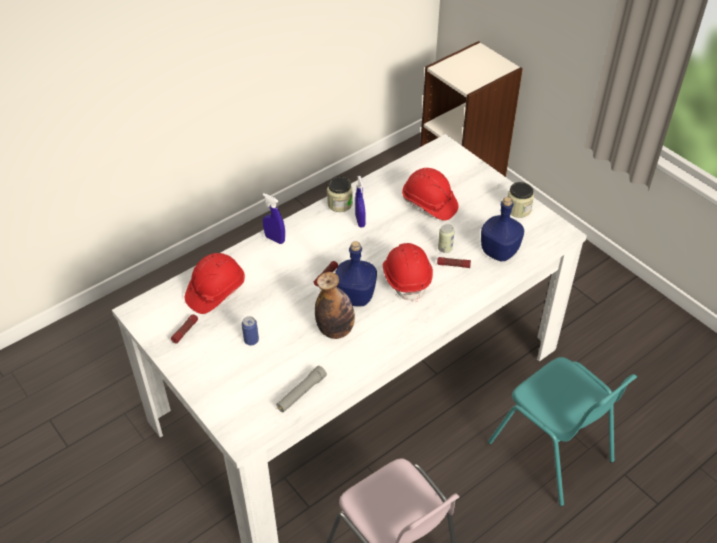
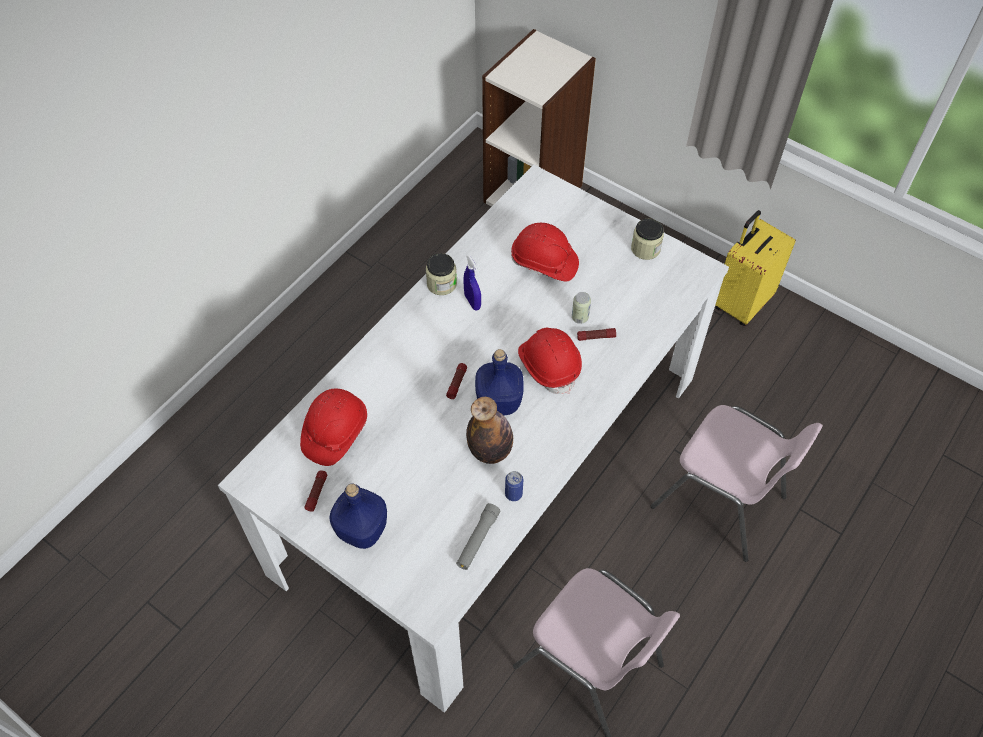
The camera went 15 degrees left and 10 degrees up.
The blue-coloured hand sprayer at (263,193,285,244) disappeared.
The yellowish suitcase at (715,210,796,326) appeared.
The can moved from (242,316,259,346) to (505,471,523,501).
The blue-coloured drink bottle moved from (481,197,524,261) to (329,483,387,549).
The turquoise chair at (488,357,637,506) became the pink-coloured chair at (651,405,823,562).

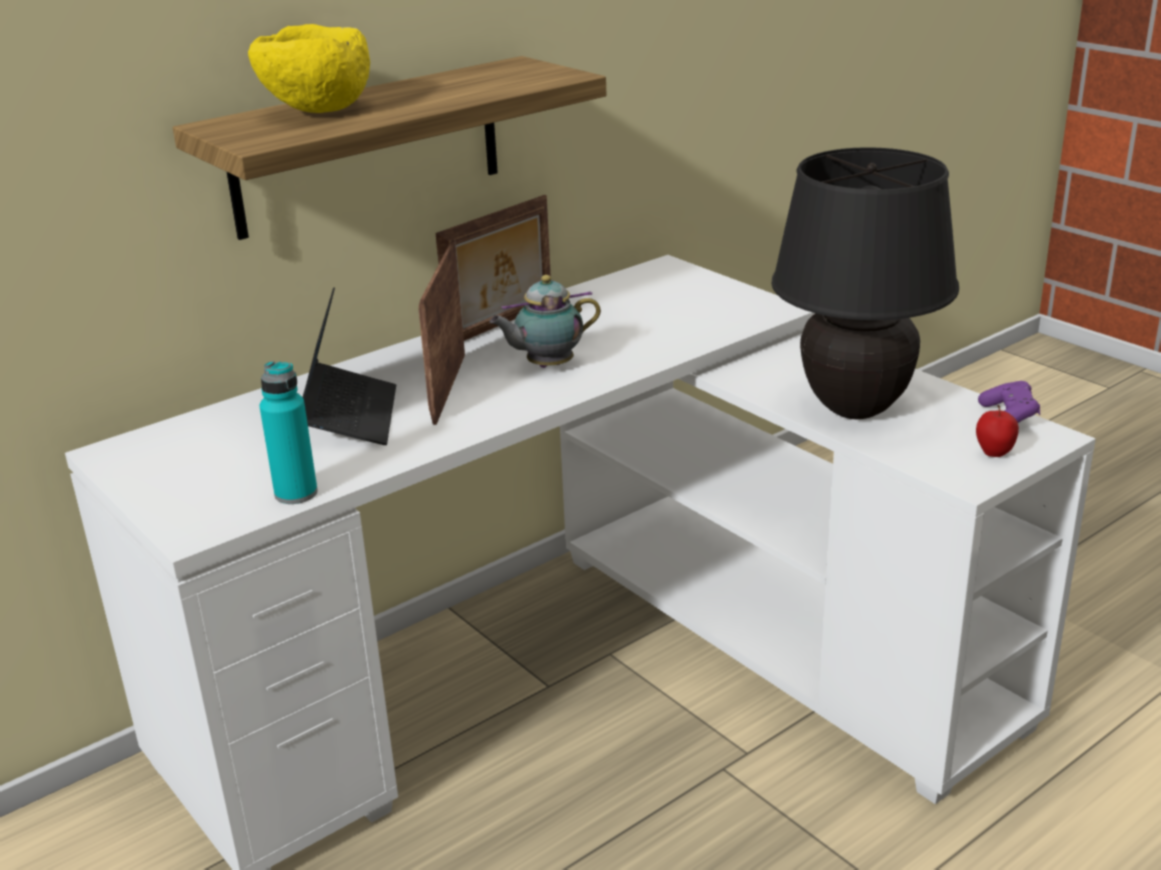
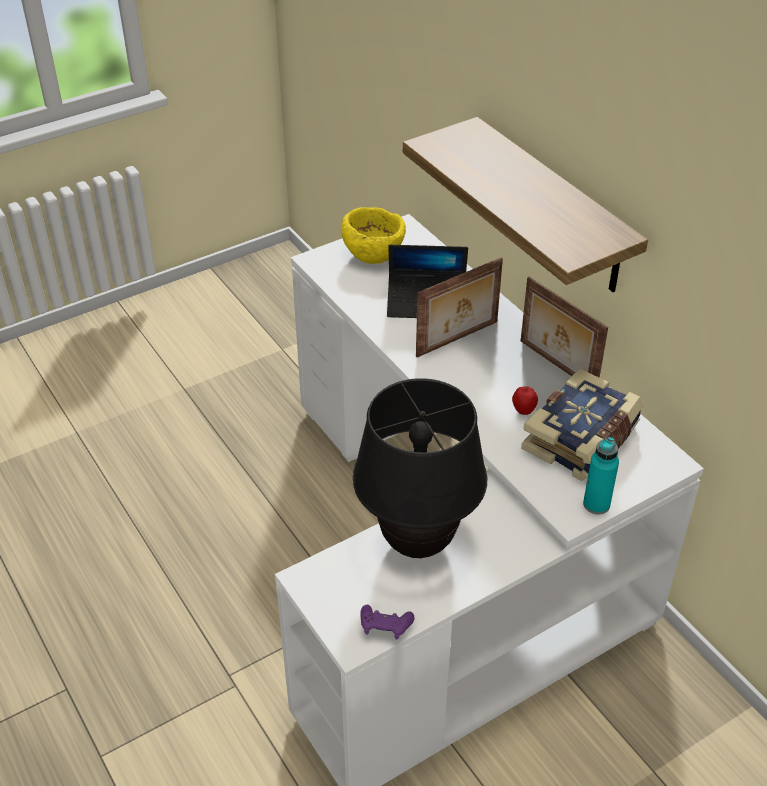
The camera went 95 degrees right and 15 degrees up.
The tea pot at (489,275,601,368) disappeared.
The book at (521,368,643,481) appeared.
The yellowish deep dish moved from (248,24,370,113) to (342,207,406,264).
The turquoise drink bottle moved from (260,361,318,504) to (583,437,619,515).
The apple moved from (976,405,1019,457) to (512,386,538,415).
The photo frame at (418,240,465,425) turned 135 degrees clockwise.

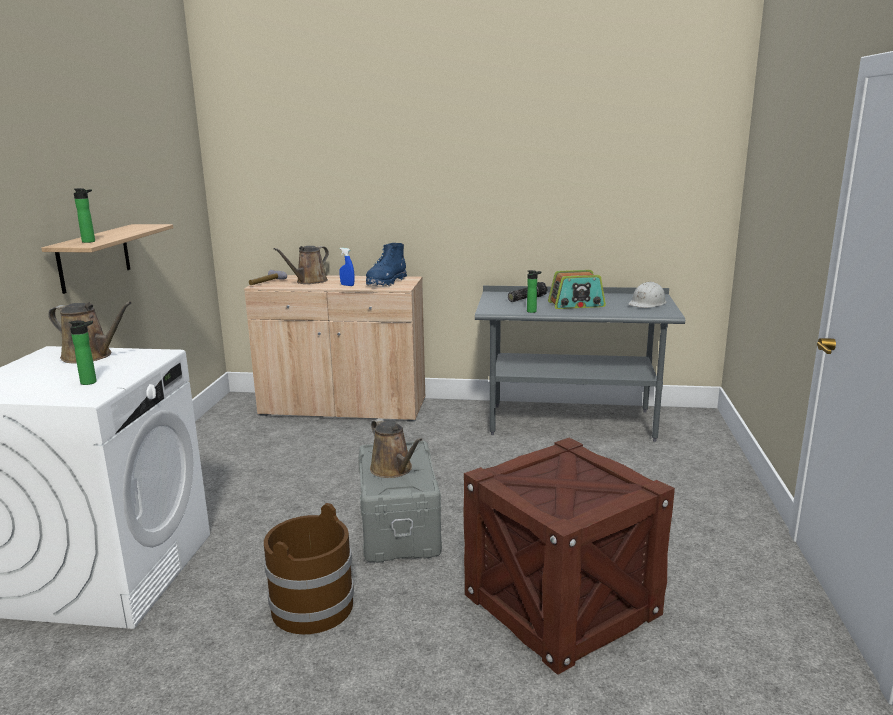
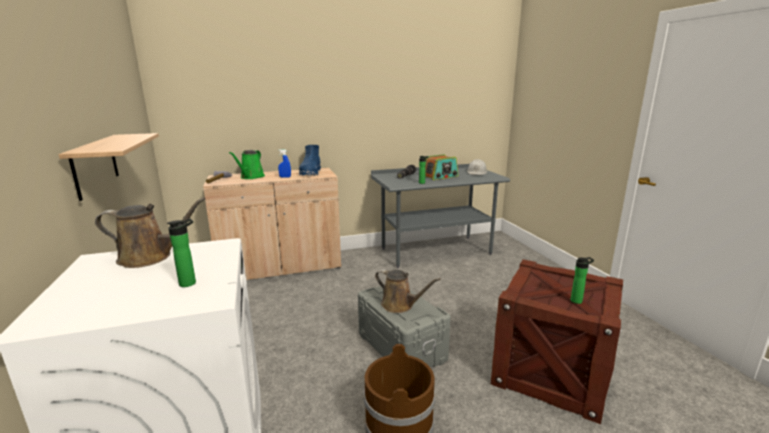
The camera went 25 degrees left and 0 degrees up.
The drink bottle moved from (74,188,95,243) to (570,257,594,304).
The brown watering can at (274,246,329,284) became the green watering can at (229,150,265,179).

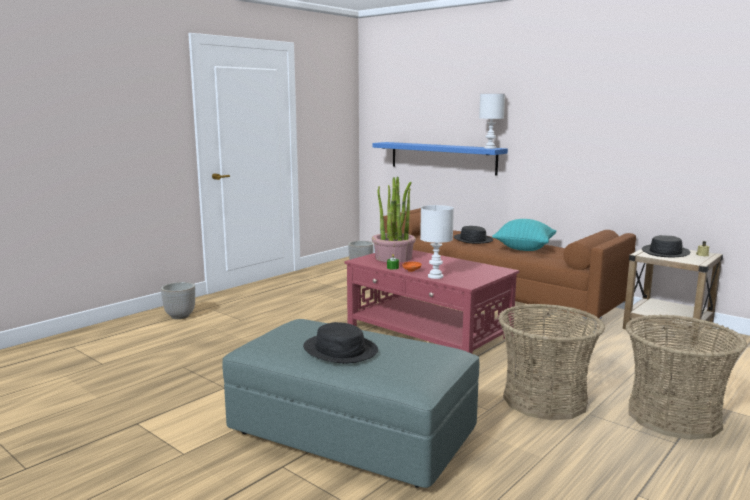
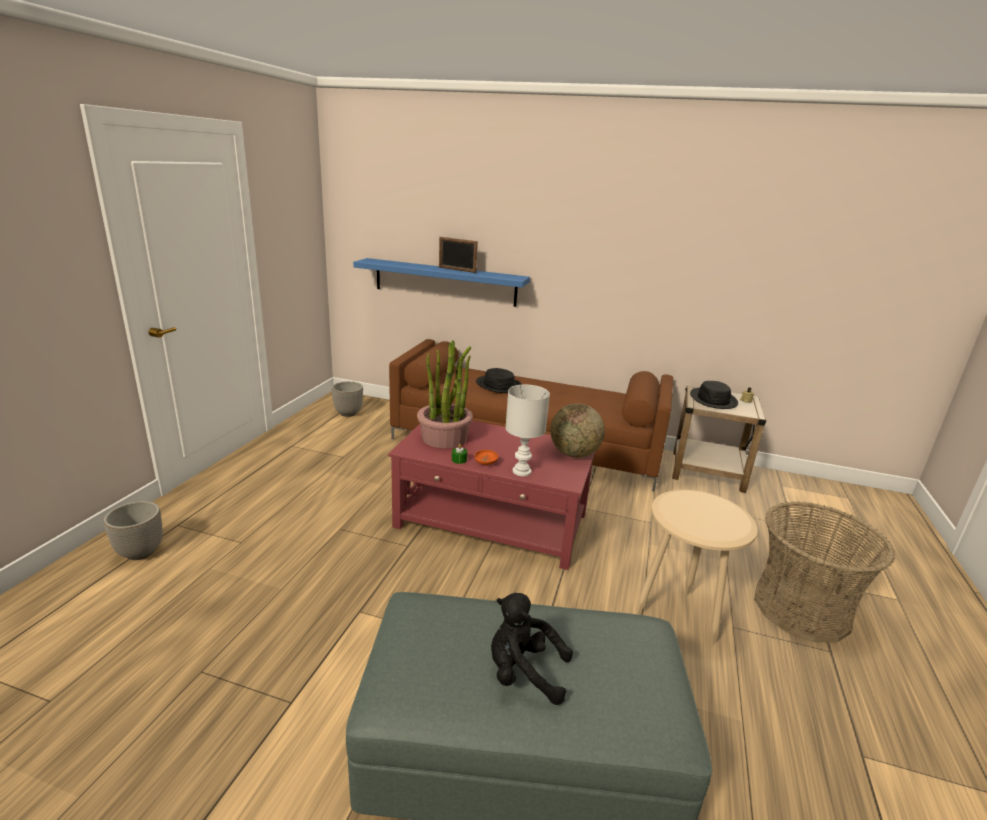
The camera went 25 degrees left and 10 degrees up.
The whitish tabletop lamp at (479,94,505,149) disappeared.
The turquoise cushion at (492,219,556,251) disappeared.
The photo frame at (439,237,478,273) appeared.
The globe at (550,403,605,458) appeared.
The black wearable hat at (303,322,378,363) was replaced by the black soft toy at (491,593,573,705).
The household basket at (498,304,605,420) was replaced by the beige-coloured accent table at (637,490,758,645).

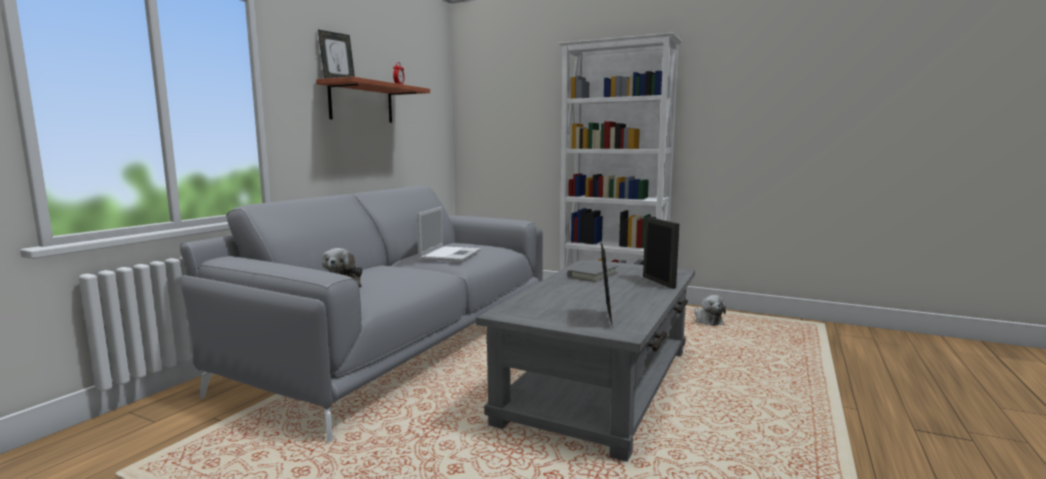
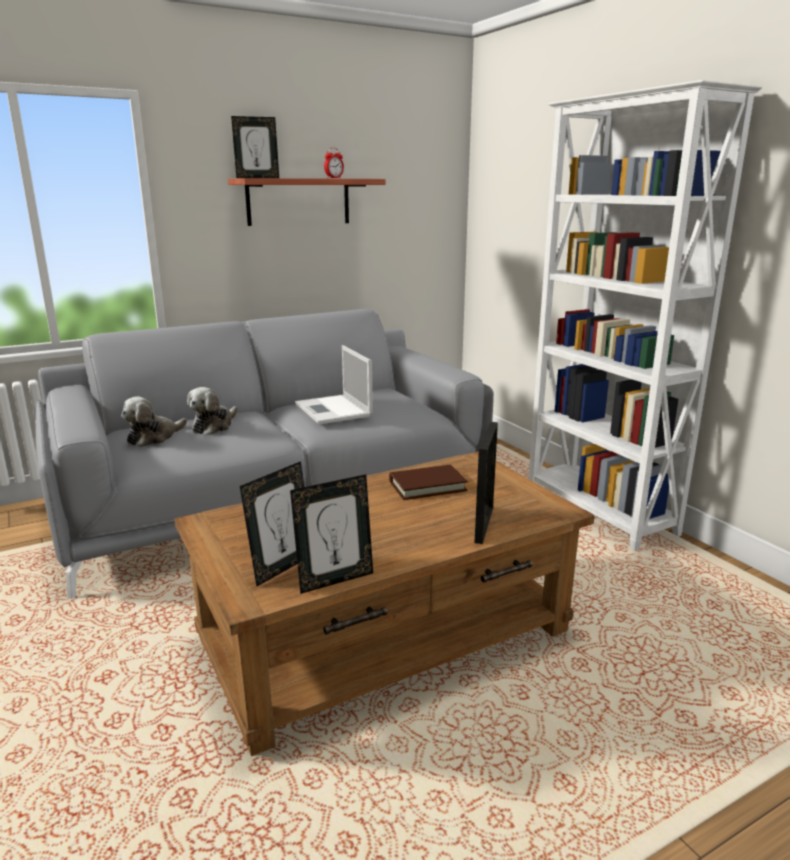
The camera went 35 degrees right and 10 degrees up.
The photo frame at (290,474,373,594) appeared.
The soft toy moved from (694,295,726,326) to (187,387,238,435).
The greyish coffee table at (476,259,695,462) became the brown coffee table at (174,451,594,756).
The greyish book at (567,262,618,282) became the brown book at (389,465,468,500).
The portable computer at (417,207,481,262) turned 105 degrees clockwise.

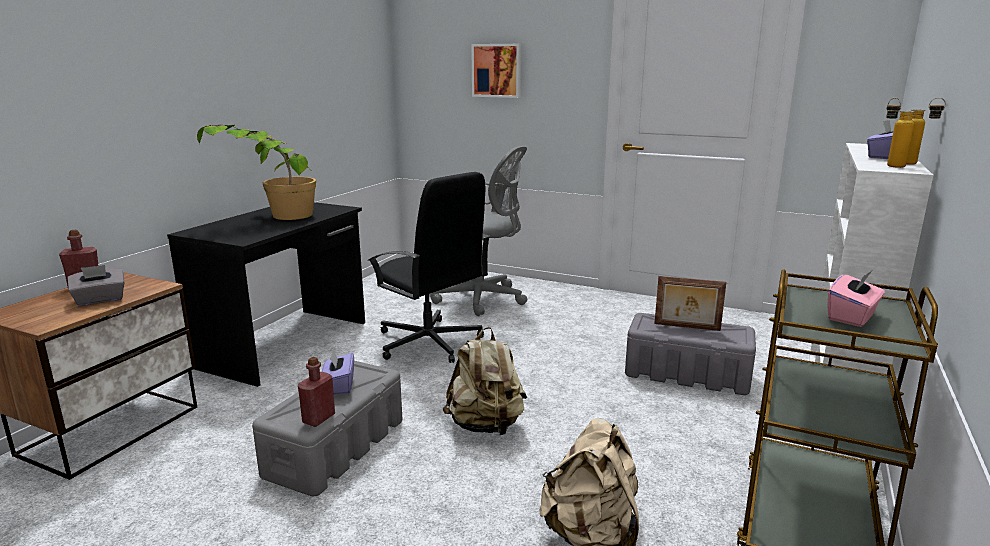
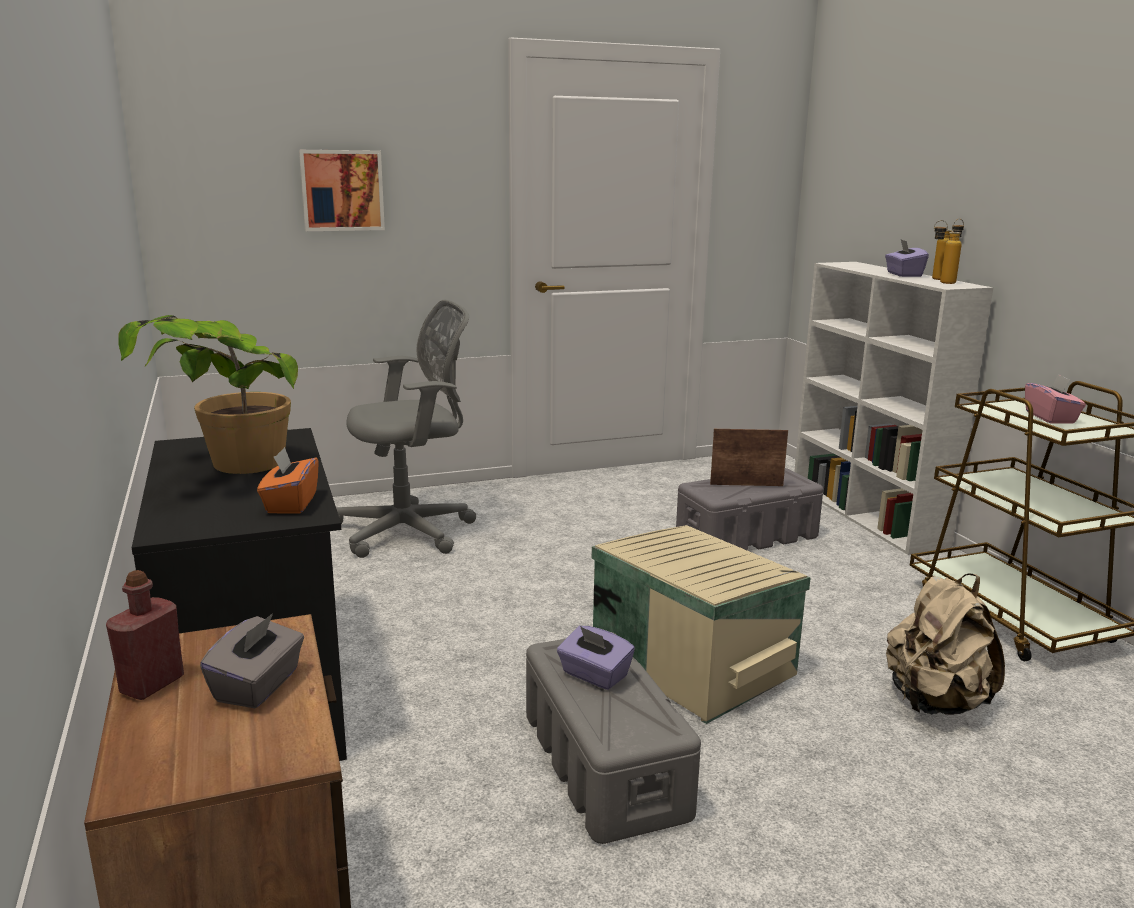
The camera went 45 degrees left and 0 degrees up.
The reddish drink bottle at (298,357,335,427) disappeared.
The black desk chair at (368,172,491,363) disappeared.
The orange tissue holder at (257,447,319,514) appeared.
The beige-coloured rucksack at (443,327,527,436) was replaced by the beige-coloured storage box at (592,525,811,724).
The photo frame at (654,276,727,331) turned 150 degrees counterclockwise.

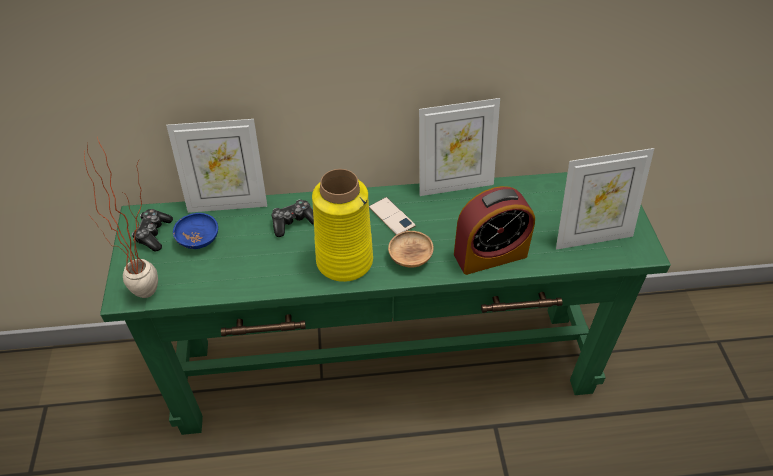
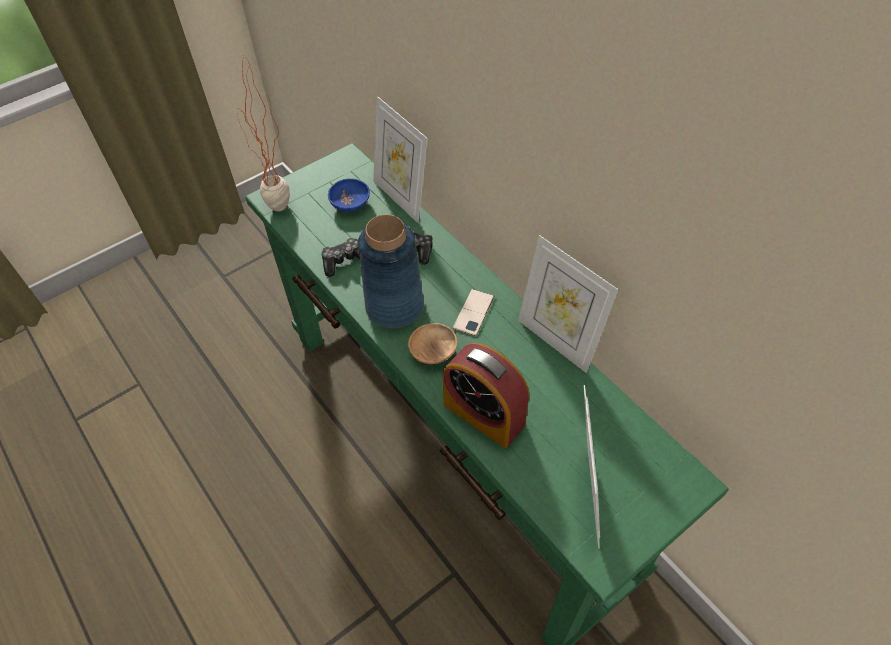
The camera went 60 degrees right and 5 degrees up.
The game controller moved from (132,209,173,251) to (321,238,360,277).
The yellowish decorative vase at (312,169,373,282) became the blue-coloured decorative vase at (358,214,424,328).
The photo frame at (556,148,654,250) turned 135 degrees counterclockwise.

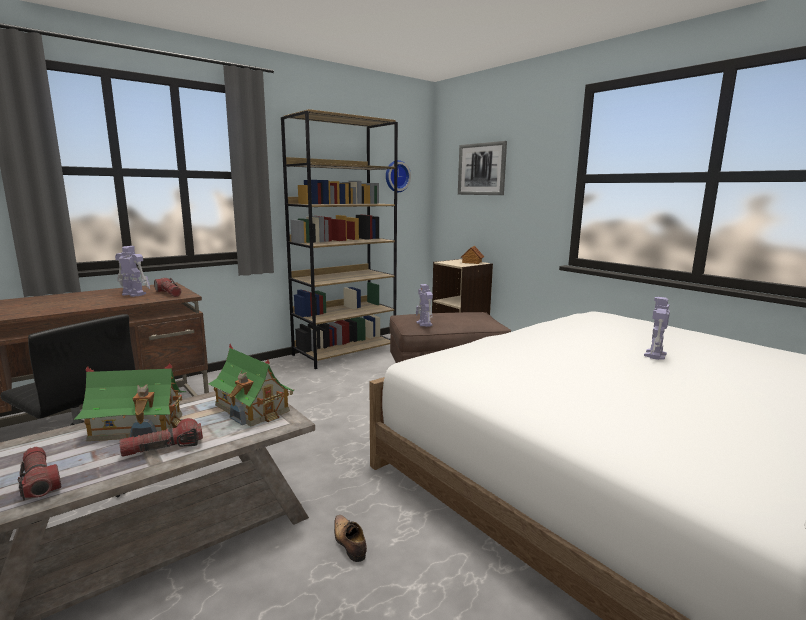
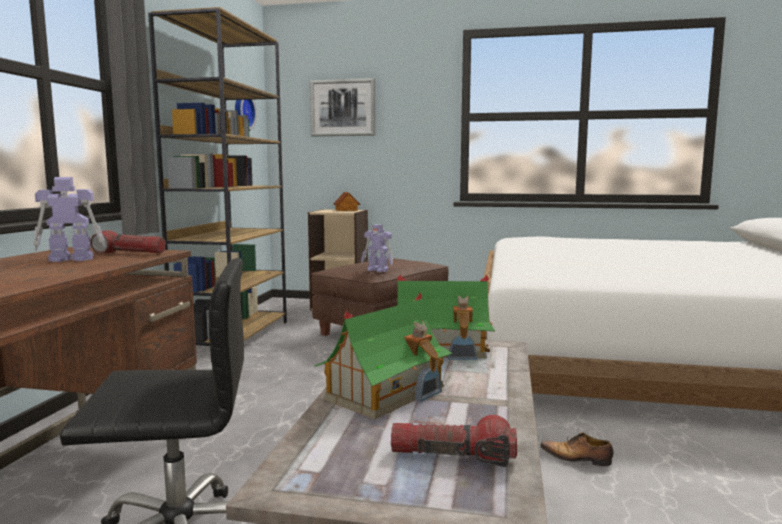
The camera went 40 degrees left and 5 degrees down.
The hand torch at (120,418,203,457) disappeared.
The robot figure at (644,297,670,360) disappeared.

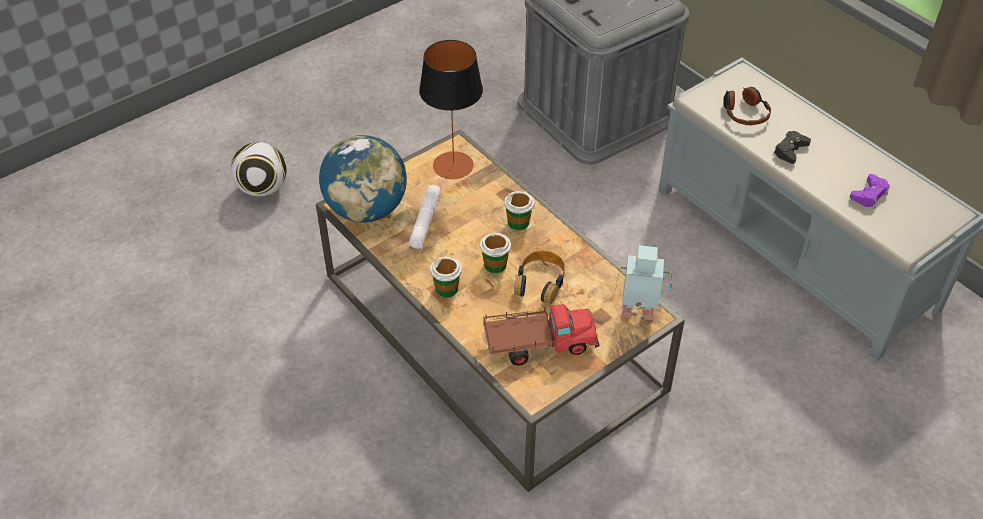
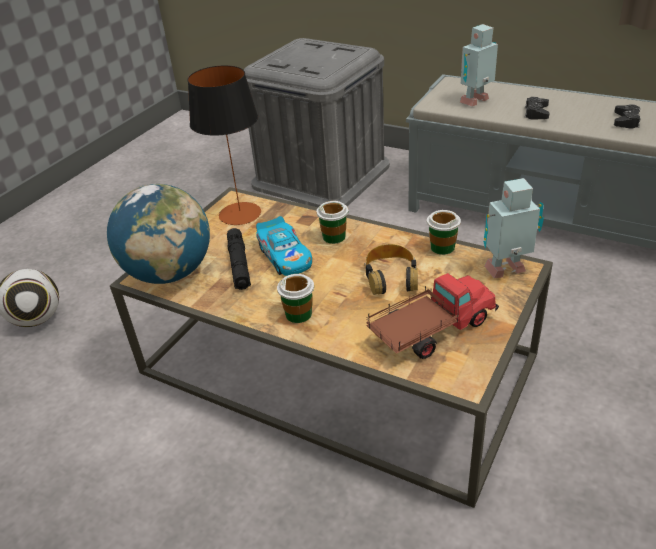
The camera went 20 degrees left and 10 degrees down.
The toy car at (256,216,312,276) appeared.
The cup moved from (480,233,511,273) to (427,210,461,255).
The headset at (723,87,771,125) was replaced by the robot figure at (460,24,498,106).
The whitish hand torch at (408,185,441,249) became the black hand torch at (227,228,251,290).
The purplish game controller at (850,174,890,208) became the black game controller at (614,104,640,128).

